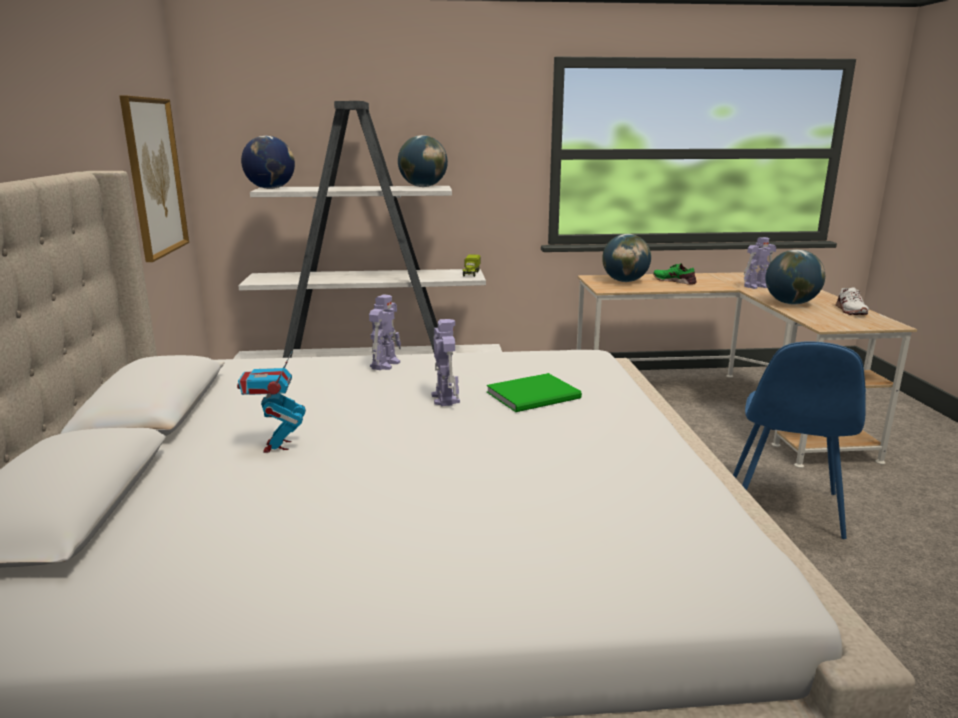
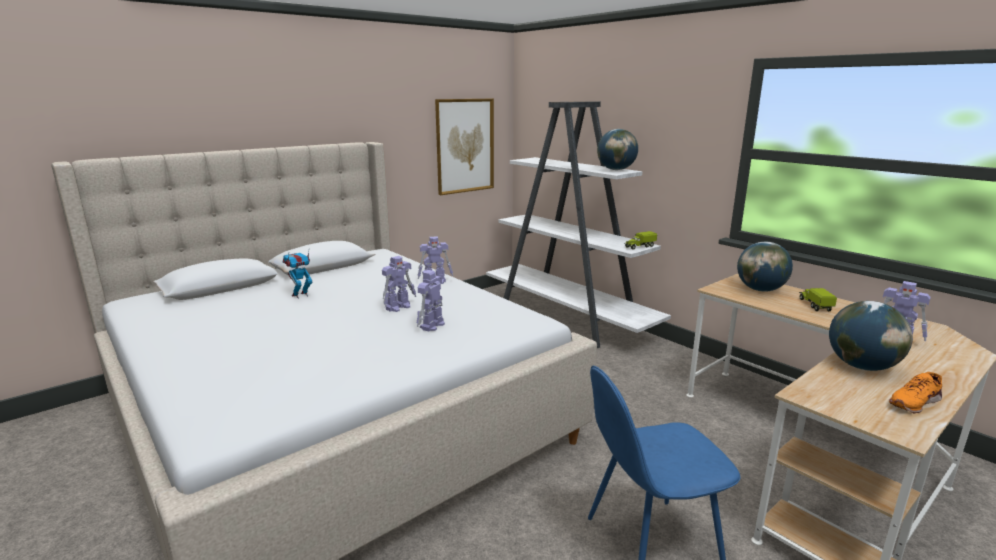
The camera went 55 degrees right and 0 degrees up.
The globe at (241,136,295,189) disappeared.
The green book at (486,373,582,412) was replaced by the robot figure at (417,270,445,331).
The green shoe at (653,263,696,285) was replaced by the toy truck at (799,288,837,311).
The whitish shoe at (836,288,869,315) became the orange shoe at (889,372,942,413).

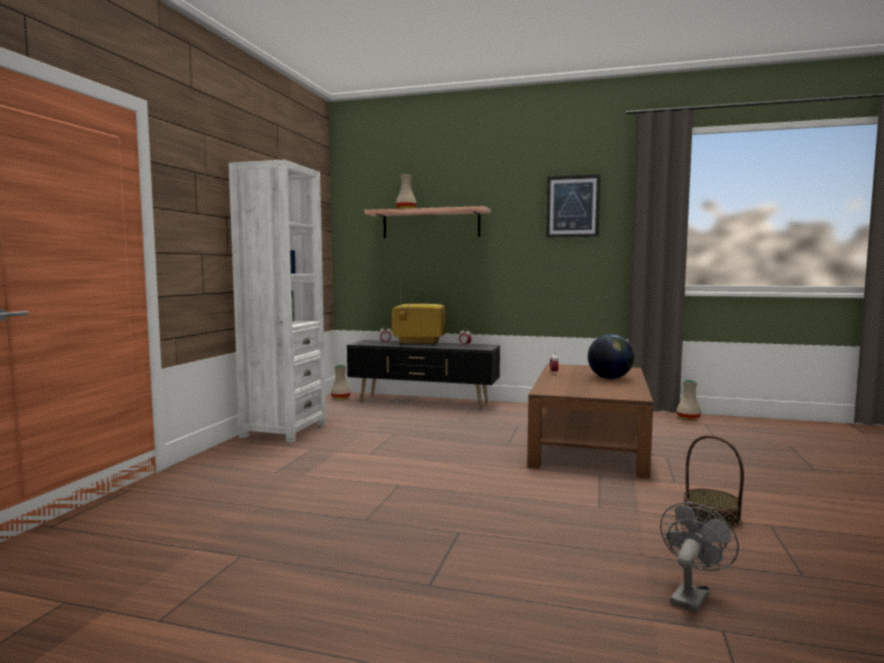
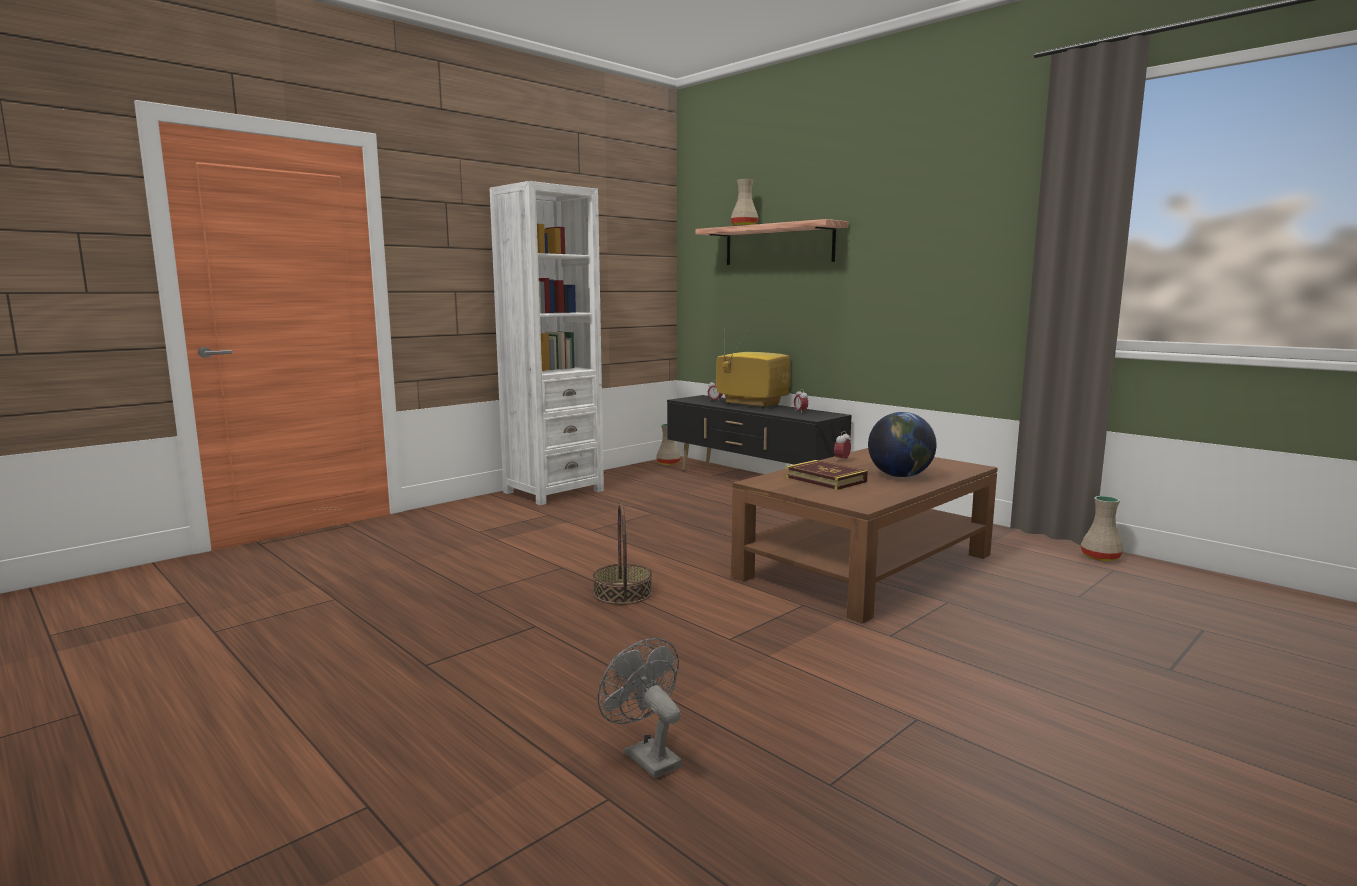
The camera went 30 degrees right and 5 degrees up.
The wall art at (546,174,600,238) disappeared.
The book at (785,460,868,490) appeared.
The household basket moved from (684,435,744,528) to (593,504,652,605).
The greyish electric fan at (660,502,739,613) turned 105 degrees counterclockwise.

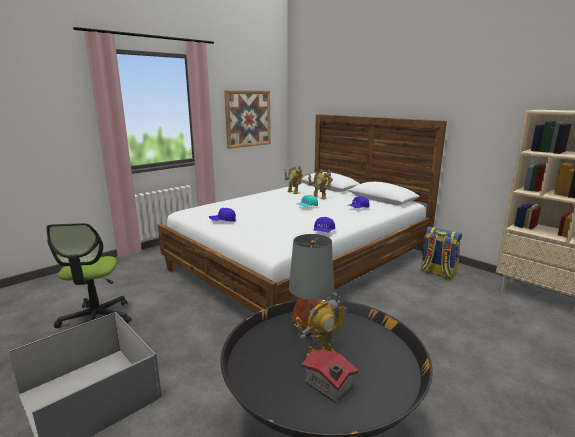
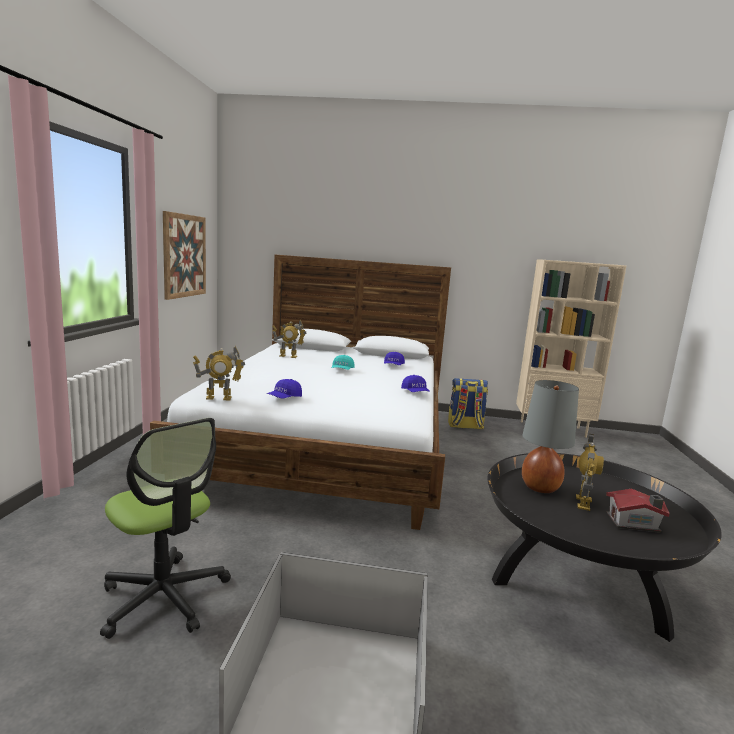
The camera went 40 degrees left and 5 degrees down.
The robot figure moved from (308,169,333,199) to (193,346,245,400).

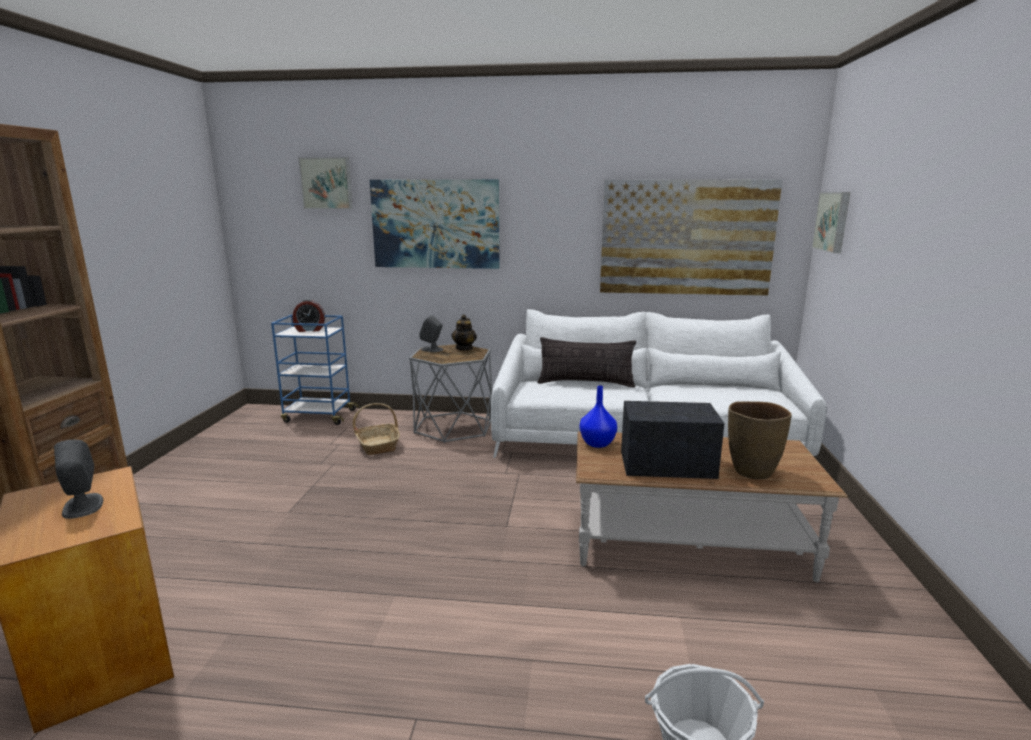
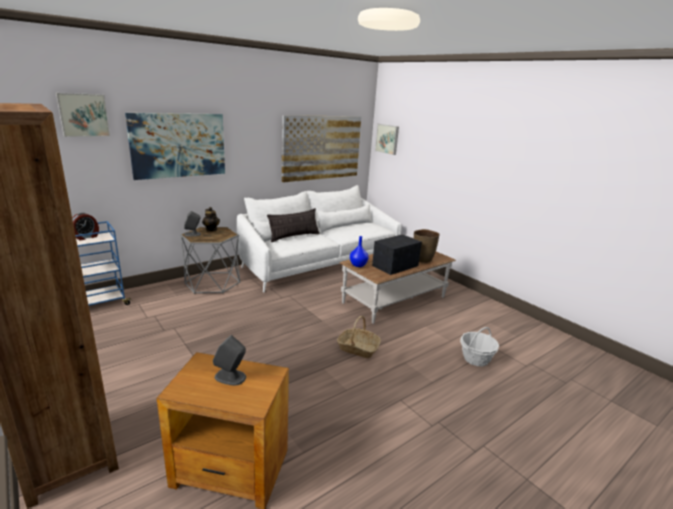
The camera went 45 degrees left and 5 degrees up.
The household basket moved from (353,403,400,455) to (337,316,381,358).

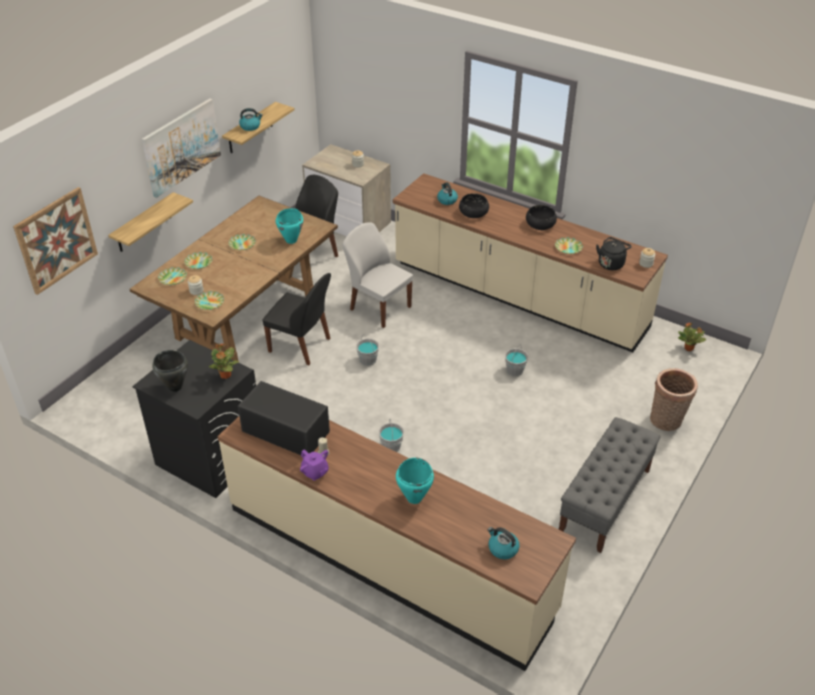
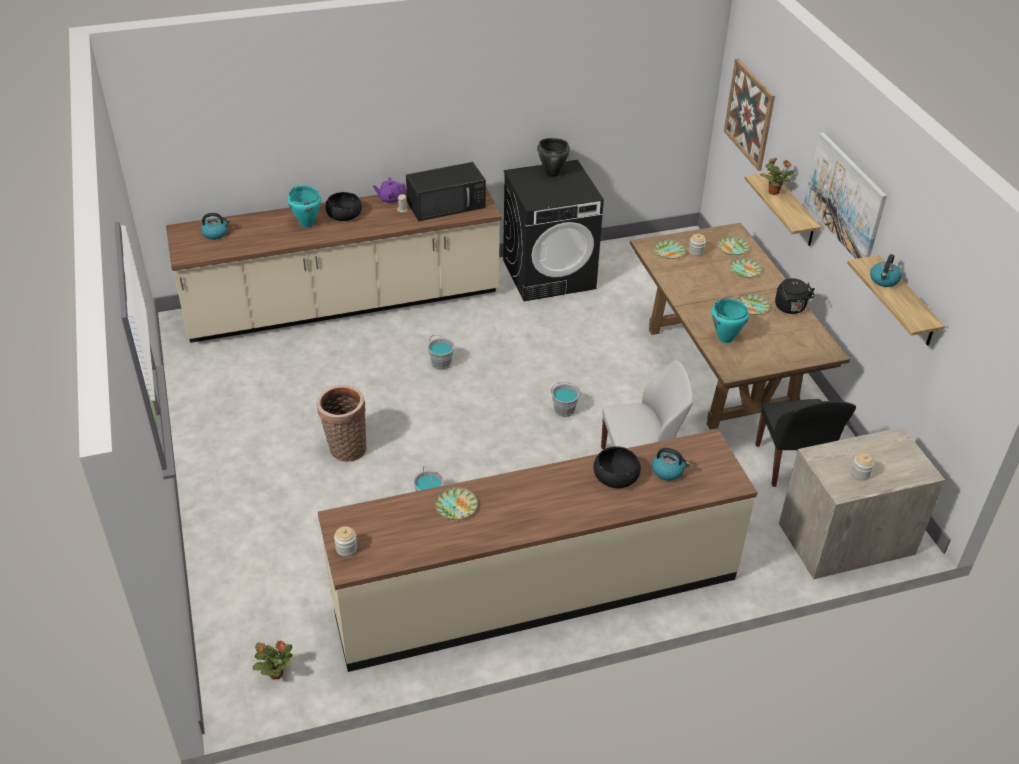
The camera went 130 degrees right and 0 degrees up.
The black chair at (263,273,331,365) disappeared.
The greyish bench at (559,417,661,553) disappeared.
The plant in a pot moved from (209,343,239,379) to (761,157,795,195).
The black deep dish moved from (526,205,557,230) to (325,192,362,221).
The black kettle moved from (596,237,632,270) to (775,278,815,314).
The household basket moved from (650,368,698,431) to (317,385,367,462).

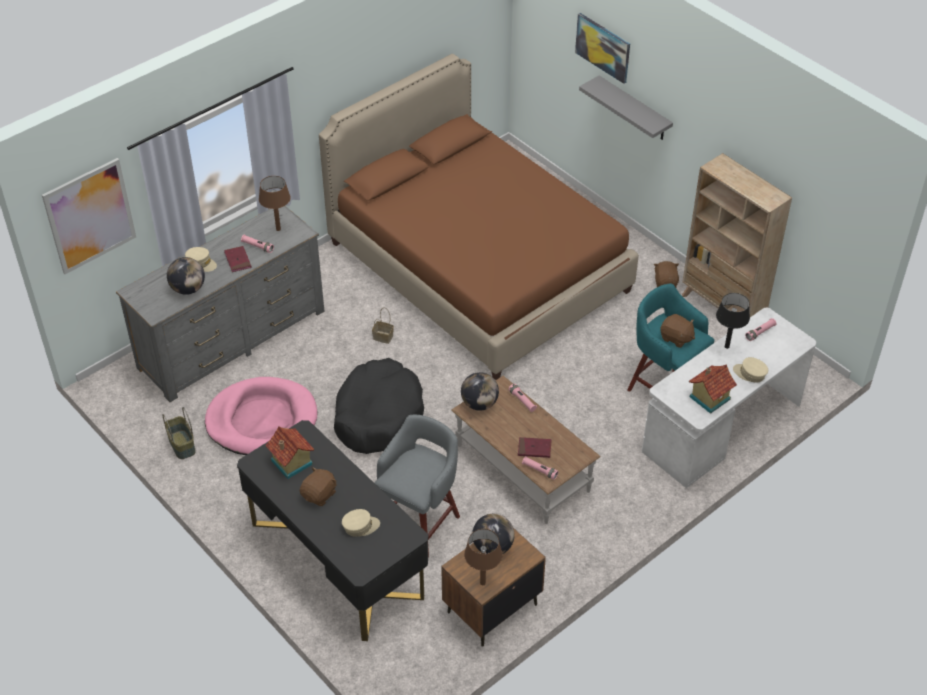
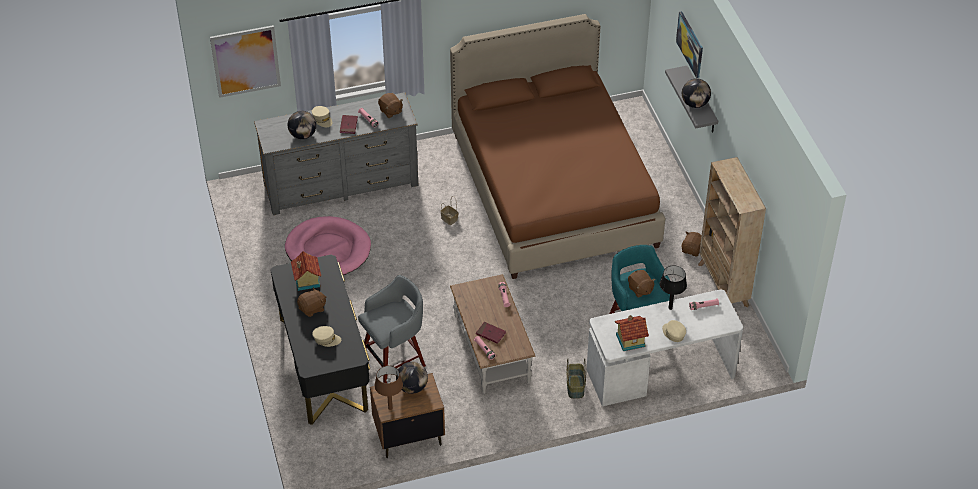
The camera went 25 degrees right and 0 degrees up.
The black pet bed at (334,358,424,454) disappeared.
The household basket moved from (162,407,196,459) to (566,358,586,399).
The globe moved from (461,372,499,410) to (682,79,711,108).
The brown tabletop lamp at (259,176,291,231) was replaced by the brown soft toy at (378,93,403,118).

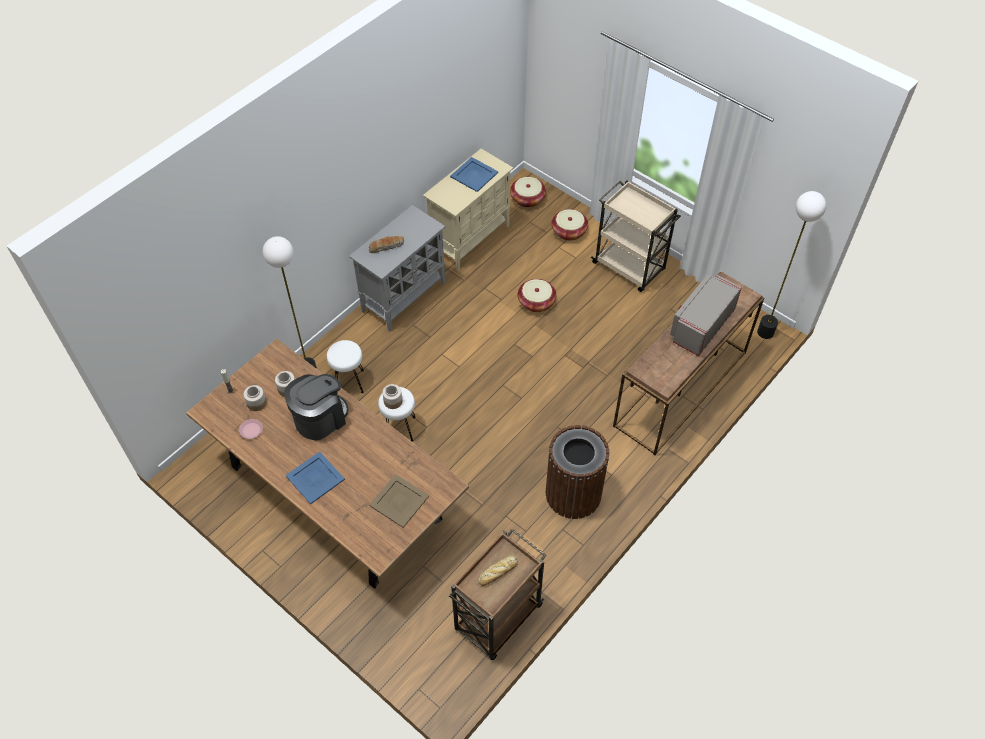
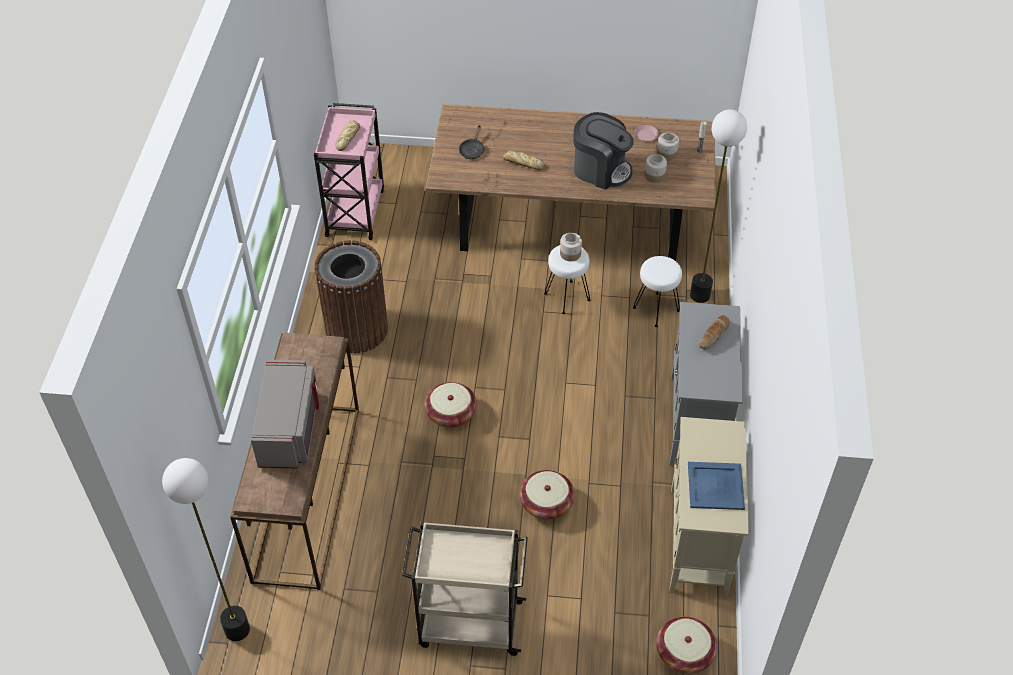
The camera went 145 degrees right and 5 degrees down.
The blue-coloured serving tray at (286,451,345,505) disappeared.
The bread at (503,151,544,170) appeared.
The household basket moved from (551,209,588,241) to (425,382,477,428).
The beige-coloured serving tray at (369,474,429,528) was replaced by the black pan at (459,125,484,159).
The brown wheeled cart at (449,529,546,660) became the pink-coloured wheeled cart at (314,103,384,240).
The coffee brewer at (284,374,348,440) turned 75 degrees counterclockwise.

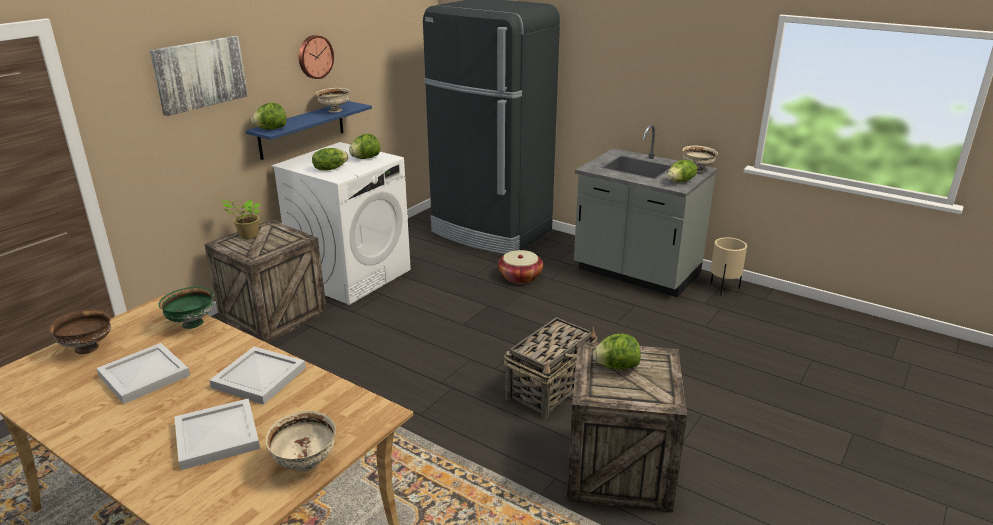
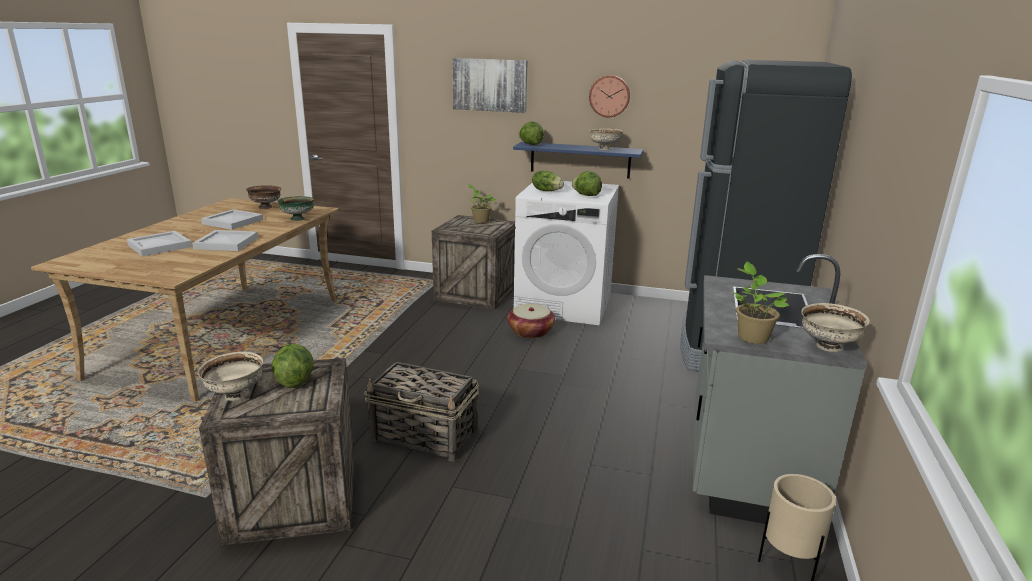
The camera went 70 degrees right and 5 degrees down.
The beige-coloured deep dish moved from (266,411,336,472) to (198,352,263,401).
The household basket moved from (498,250,543,284) to (507,303,555,338).
The lettuce head at (667,160,697,182) was replaced by the plant in a pot at (732,262,789,344).

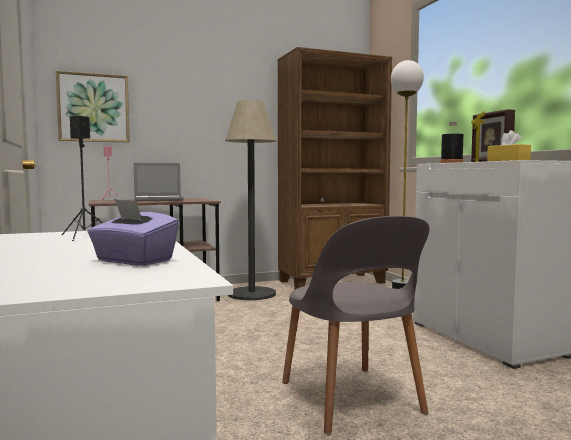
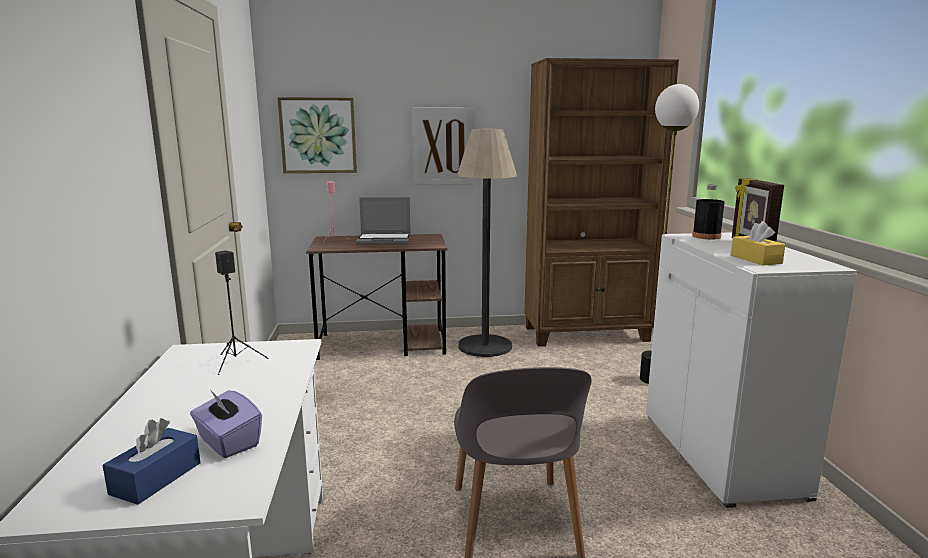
The camera went 15 degrees right and 10 degrees up.
The blue-coloured tissue holder at (103,418,200,505) appeared.
The wall art at (412,108,476,185) appeared.

